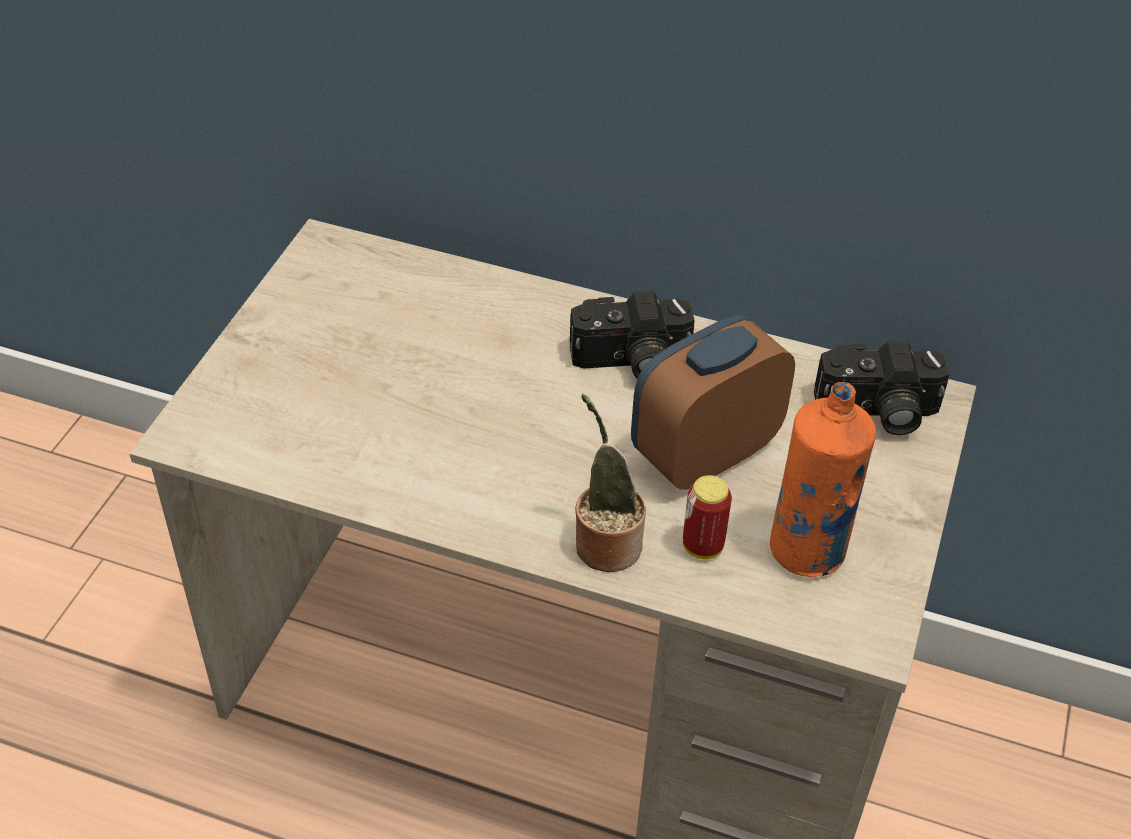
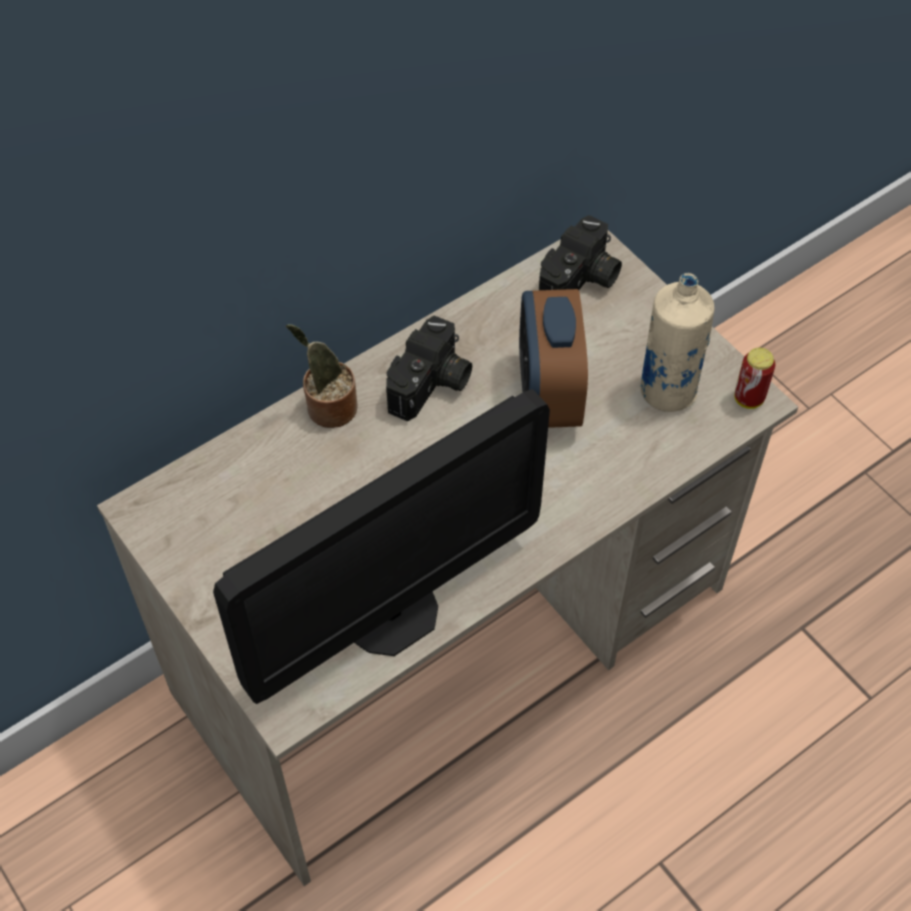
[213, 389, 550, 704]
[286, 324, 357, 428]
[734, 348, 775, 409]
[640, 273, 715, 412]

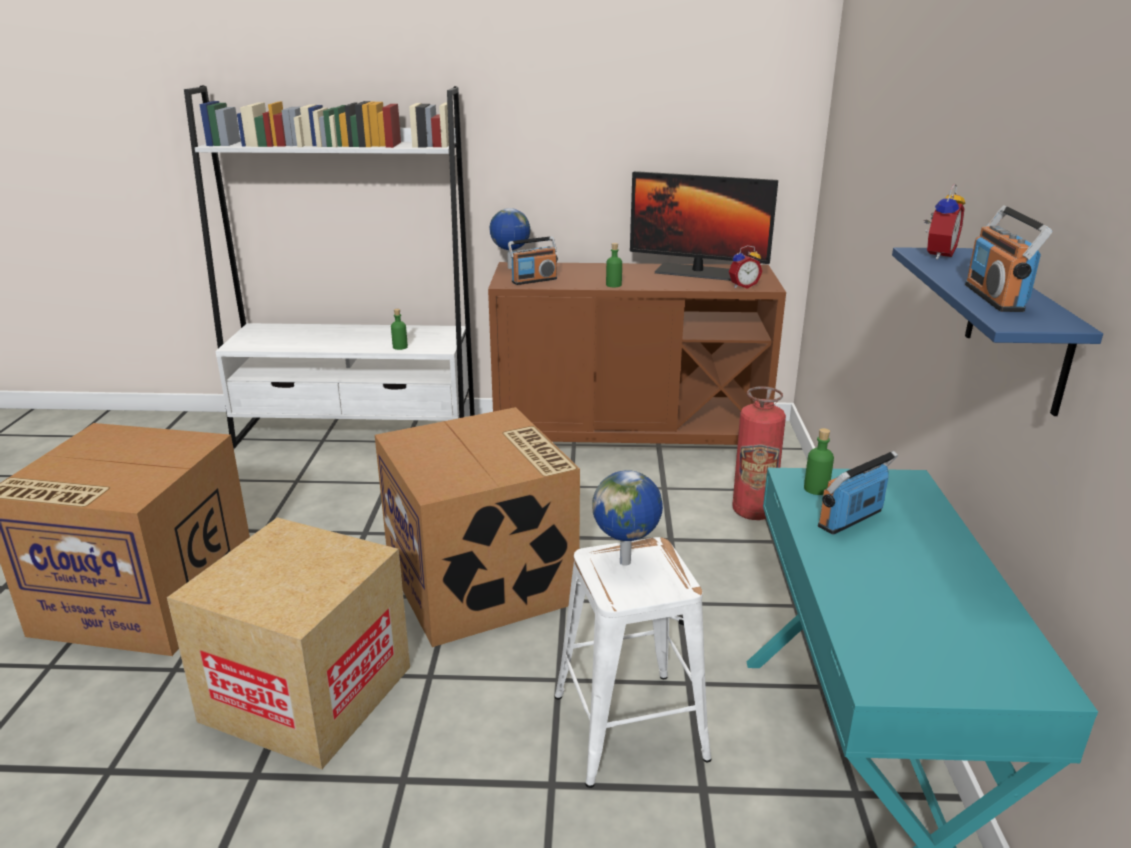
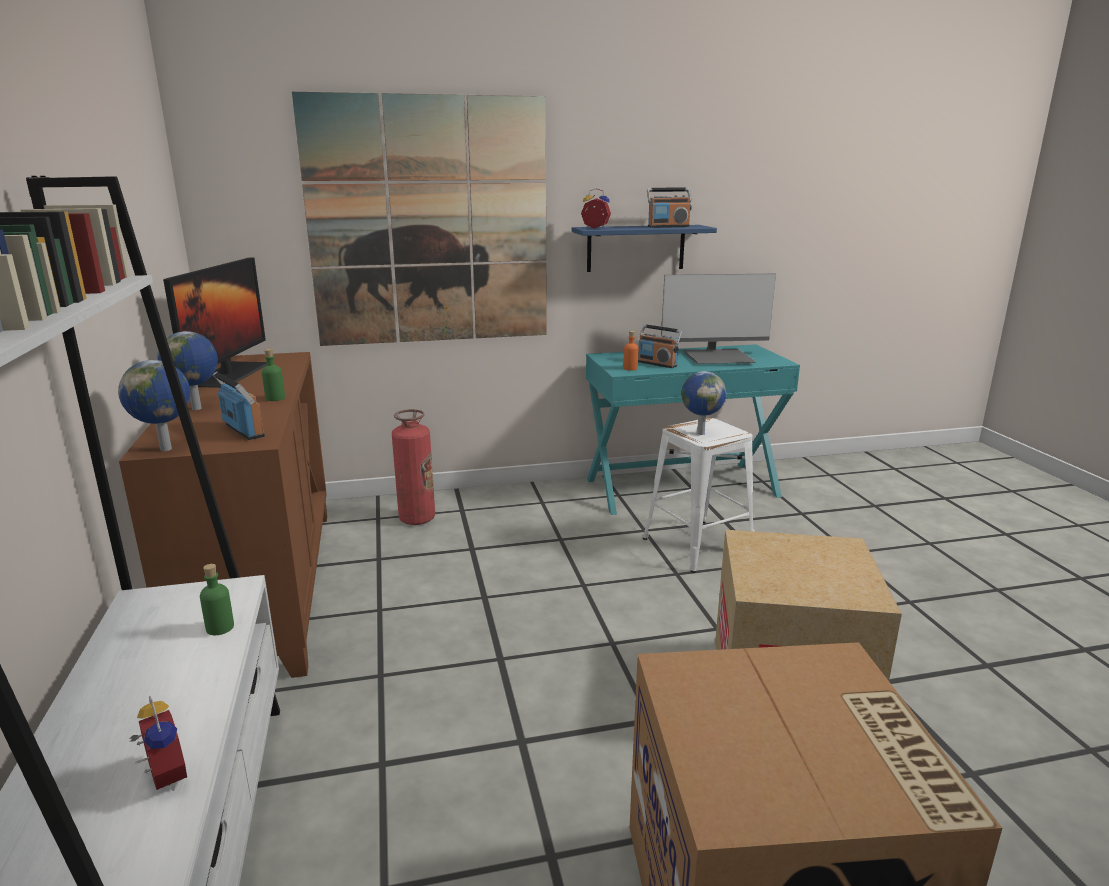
[375, 407, 580, 647] (first image)
[157, 331, 218, 410]
[292, 92, 547, 346]
[661, 274, 776, 364]
[129, 695, 187, 791]
[623, 331, 638, 371]

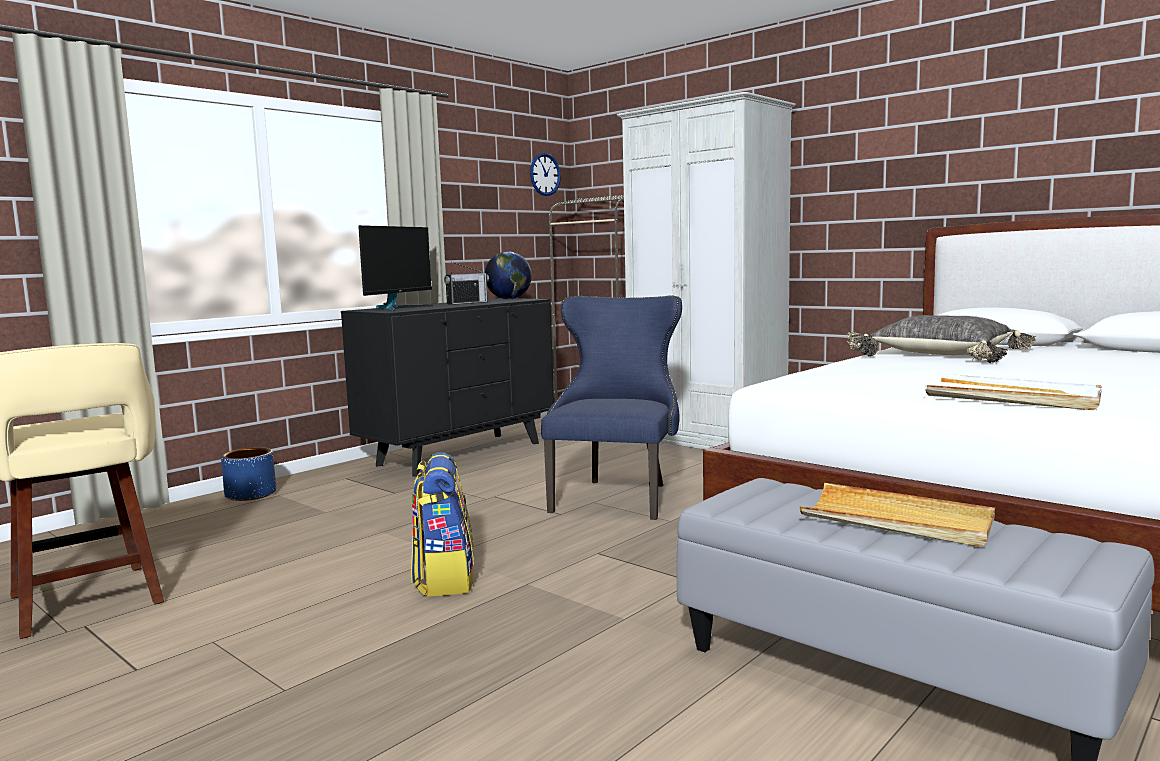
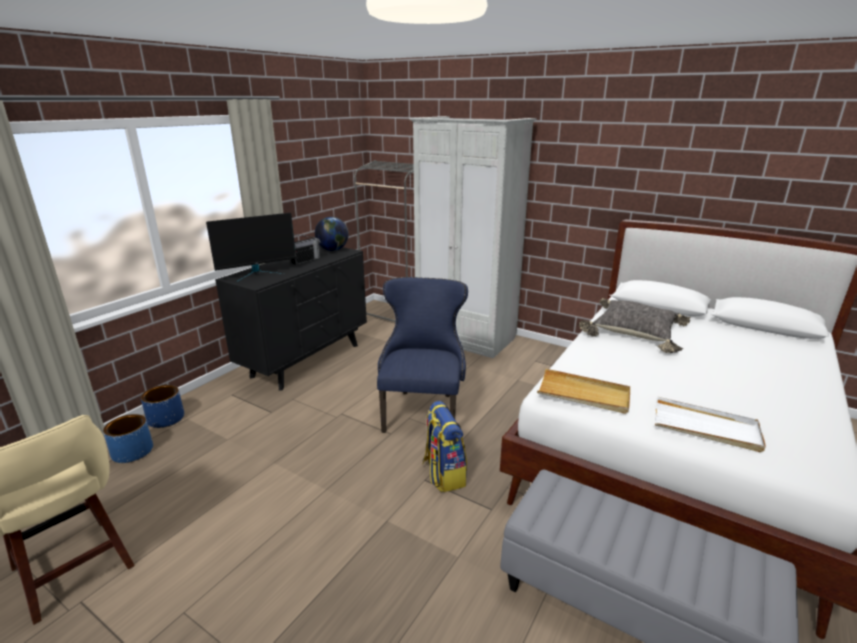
[530, 153, 561, 196] (first image)
[103, 414, 153, 463]
[422, 401, 467, 492]
[537, 368, 630, 414]
[206, 213, 296, 283]

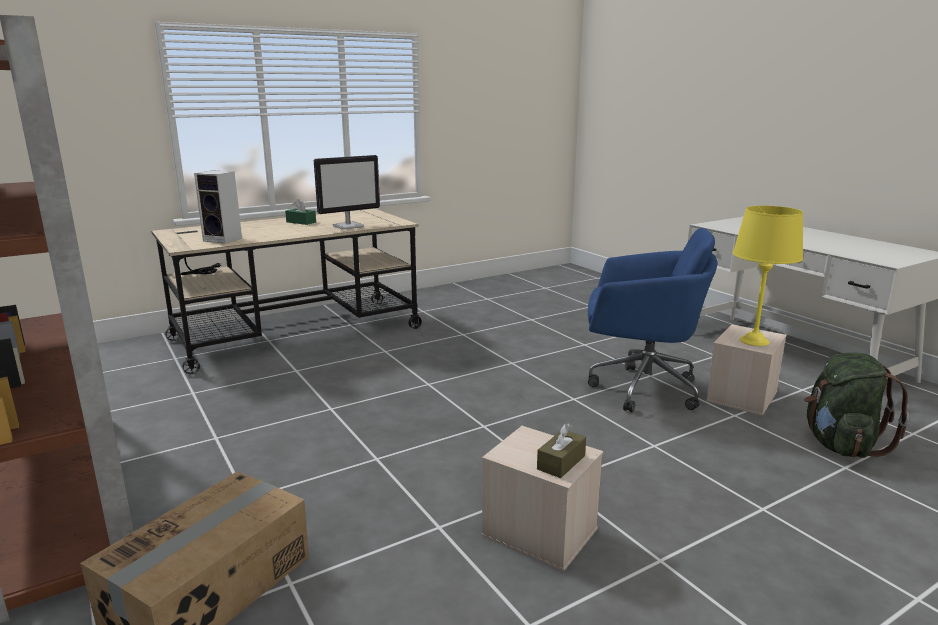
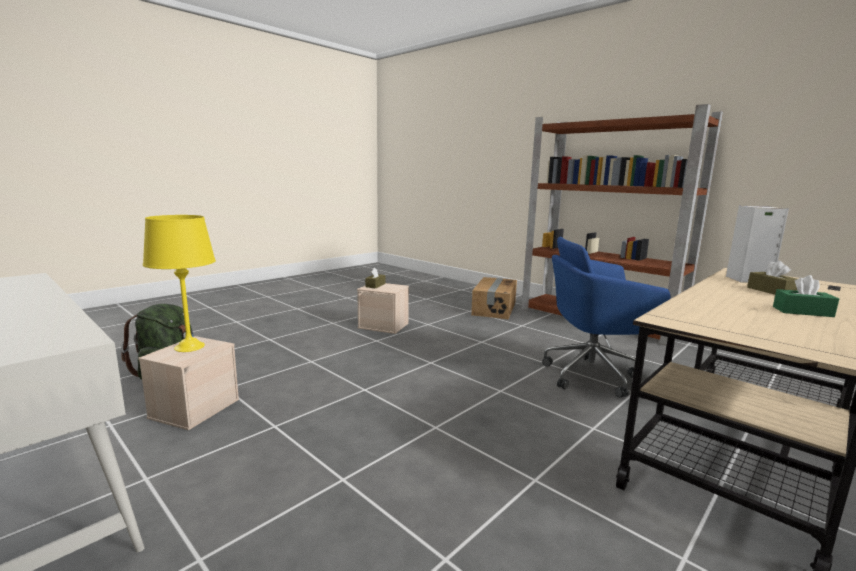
[314, 155, 380, 230] (first image)
[747, 260, 798, 295]
[542, 237, 671, 398]

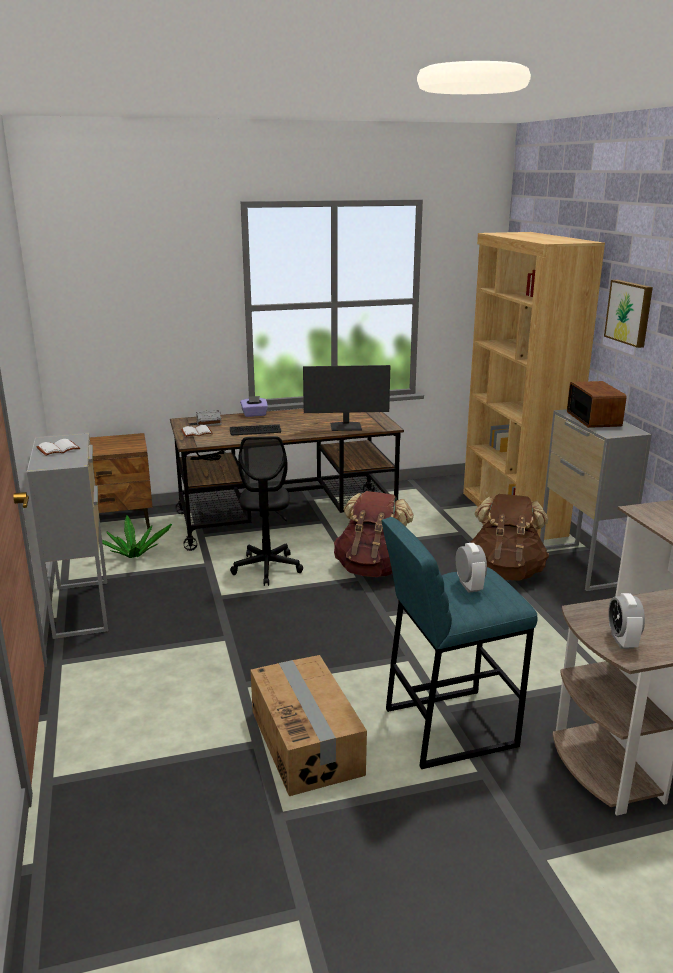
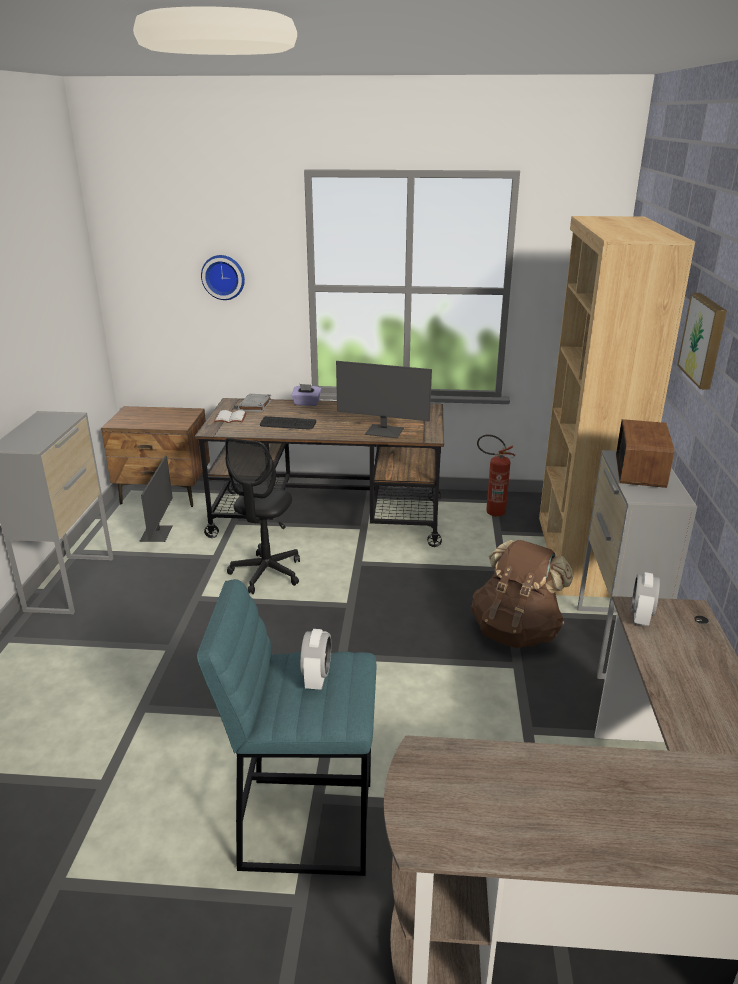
[37, 439, 80, 456] (first image)
[250, 655, 367, 796] (first image)
[334, 491, 414, 577] (first image)
[201, 255, 245, 300]
[477, 435, 515, 517]
[632, 572, 660, 626]
[140, 456, 173, 542]

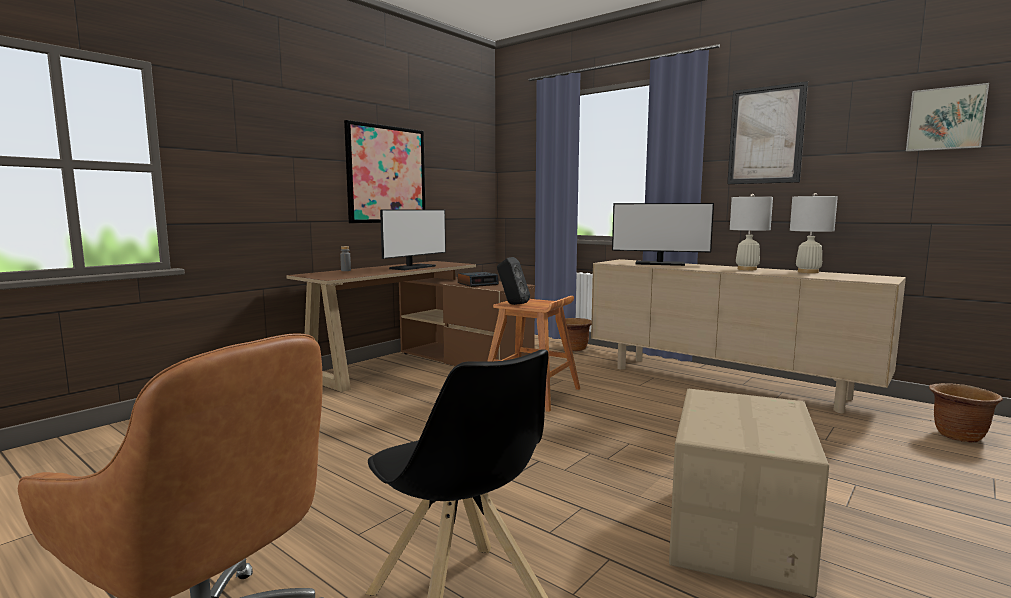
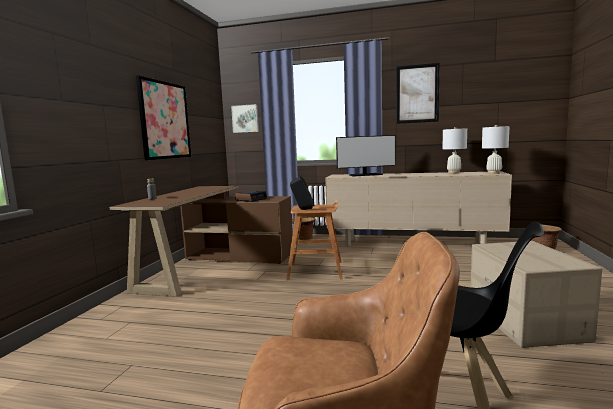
[380, 209, 446, 270] (first image)
[482, 125, 509, 174]
[231, 104, 259, 133]

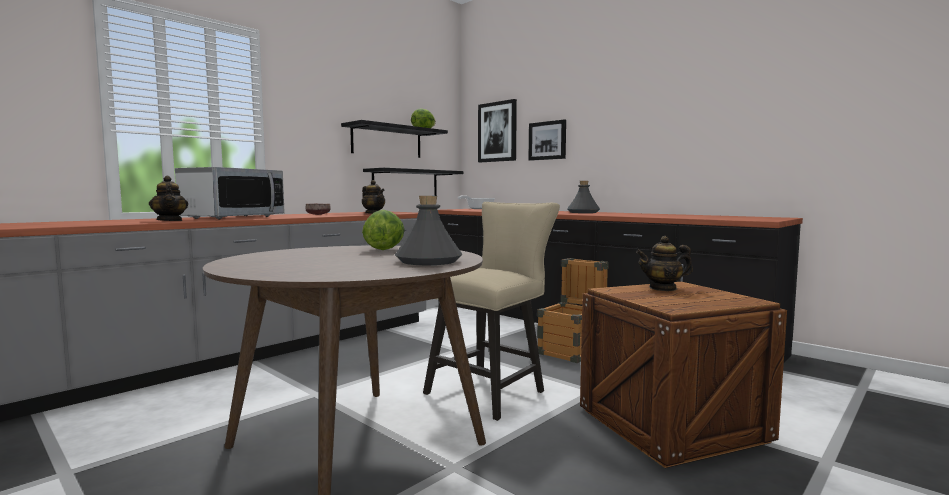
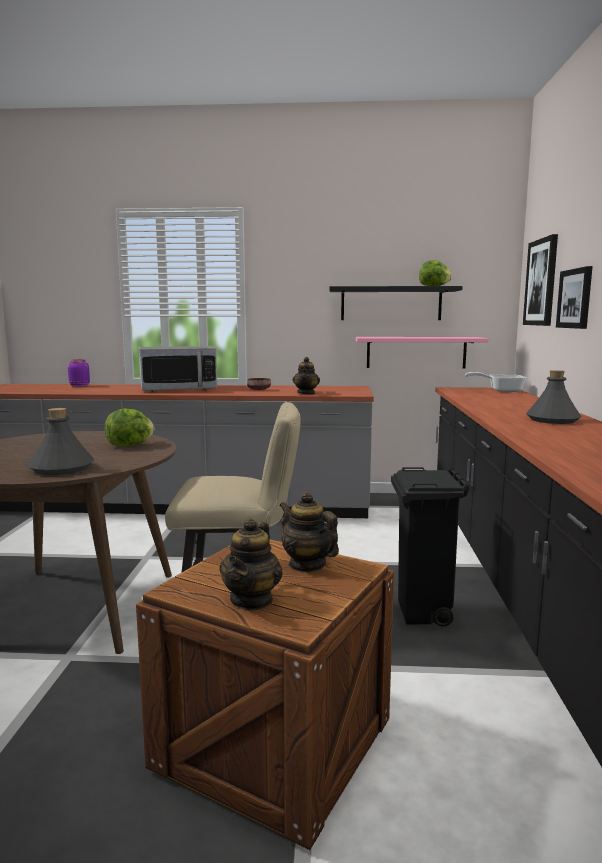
[68, 359, 90, 387]
[219, 518, 283, 610]
[391, 467, 469, 627]
[356, 337, 489, 368]

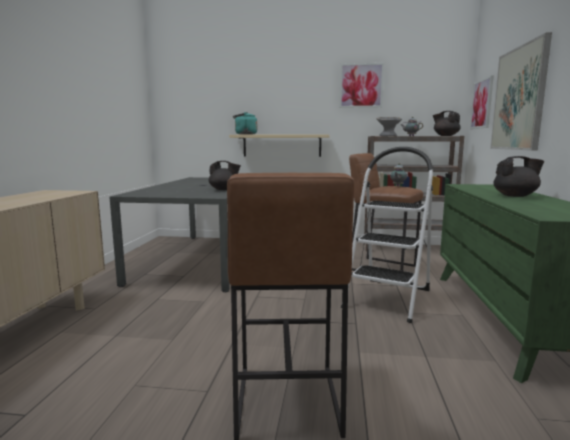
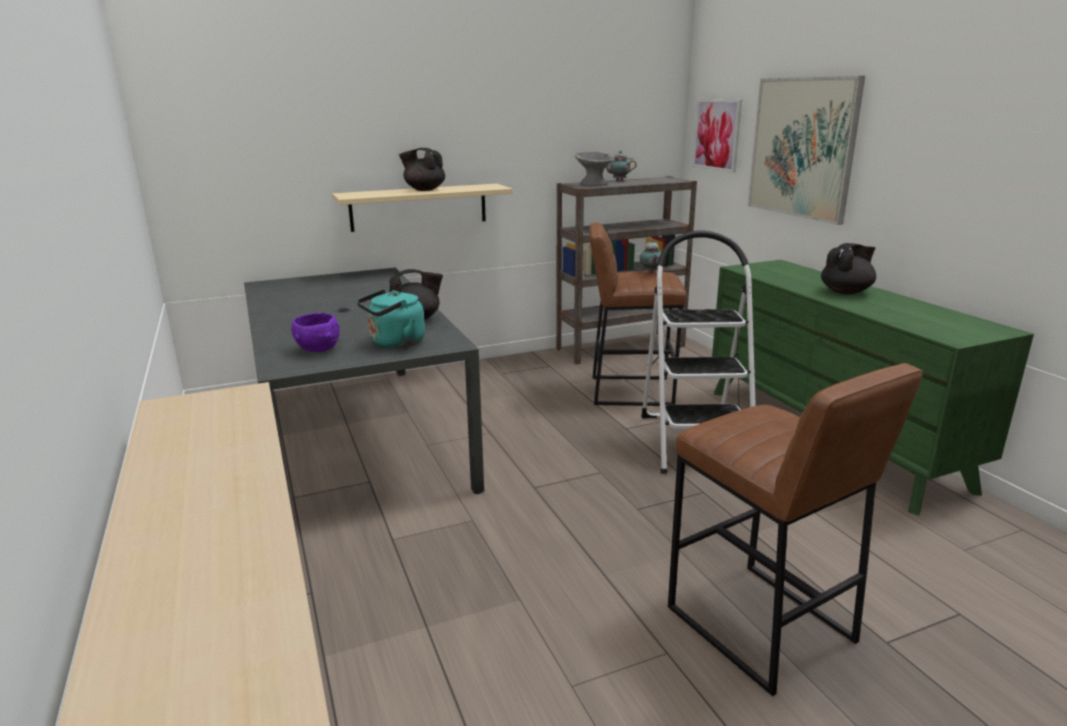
[339, 63, 384, 108] (first image)
[291, 313, 340, 352]
[357, 289, 425, 349]
[399, 148, 445, 191]

